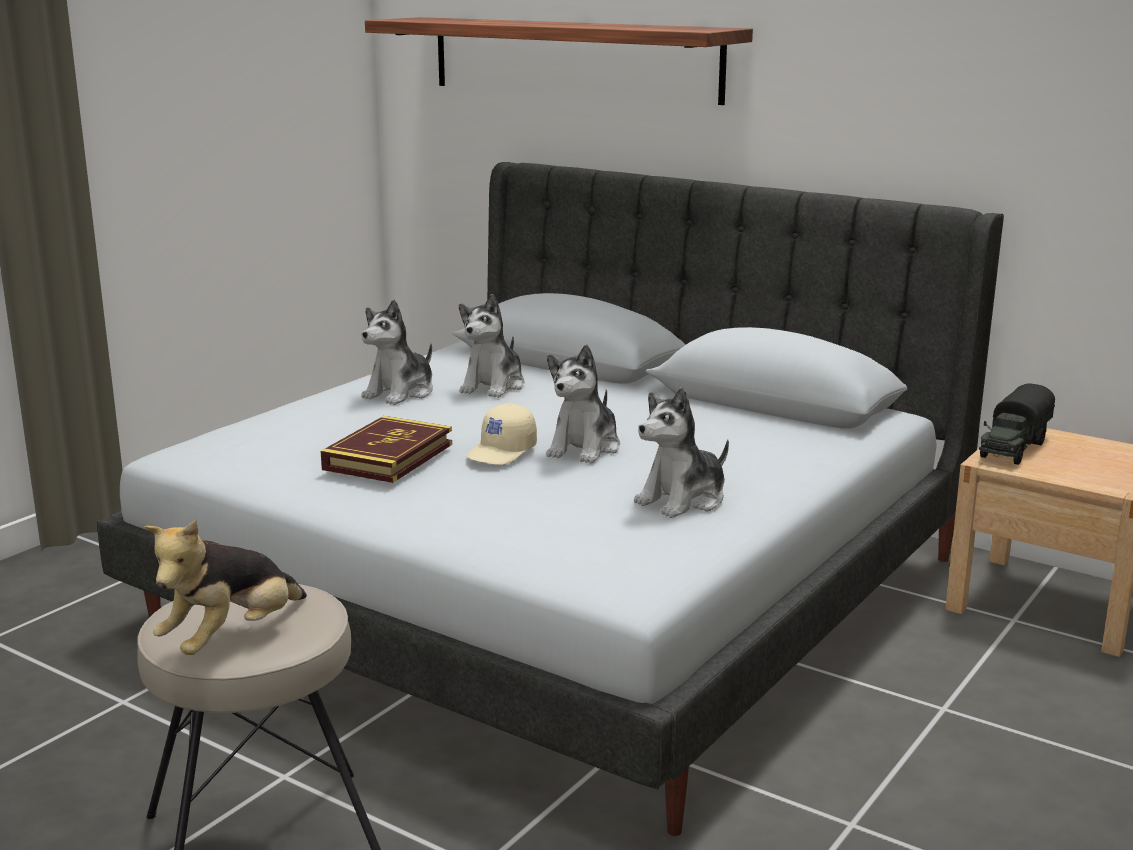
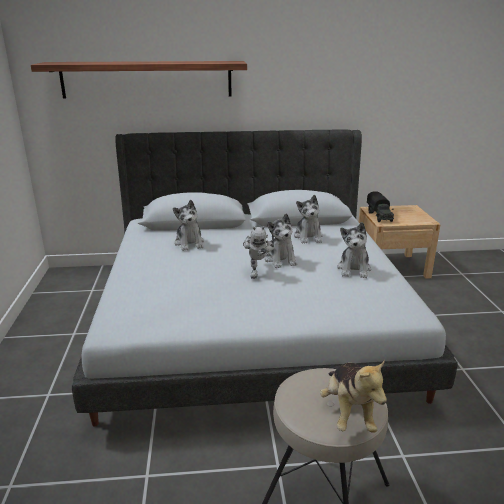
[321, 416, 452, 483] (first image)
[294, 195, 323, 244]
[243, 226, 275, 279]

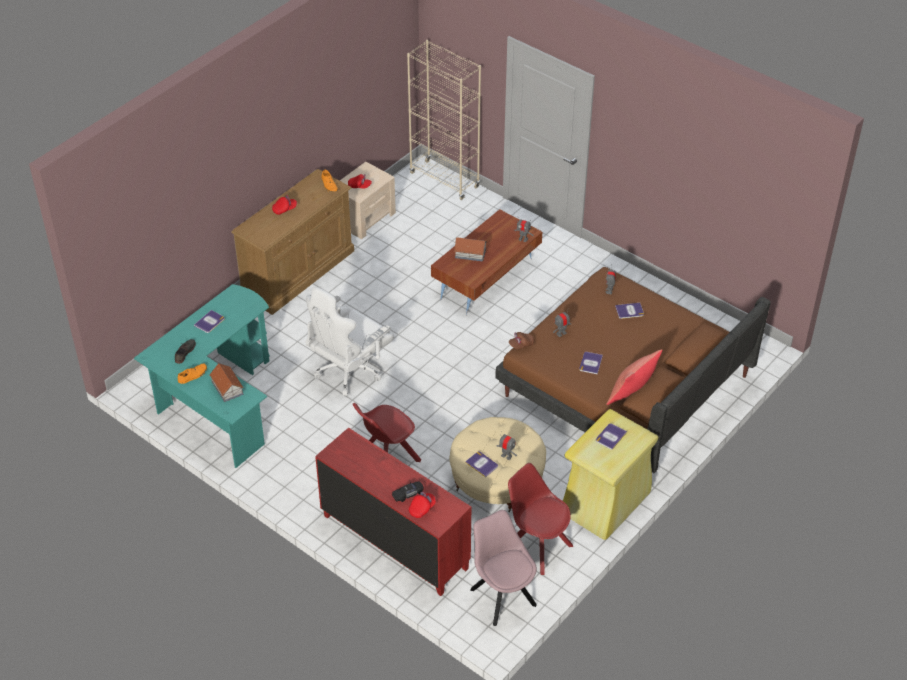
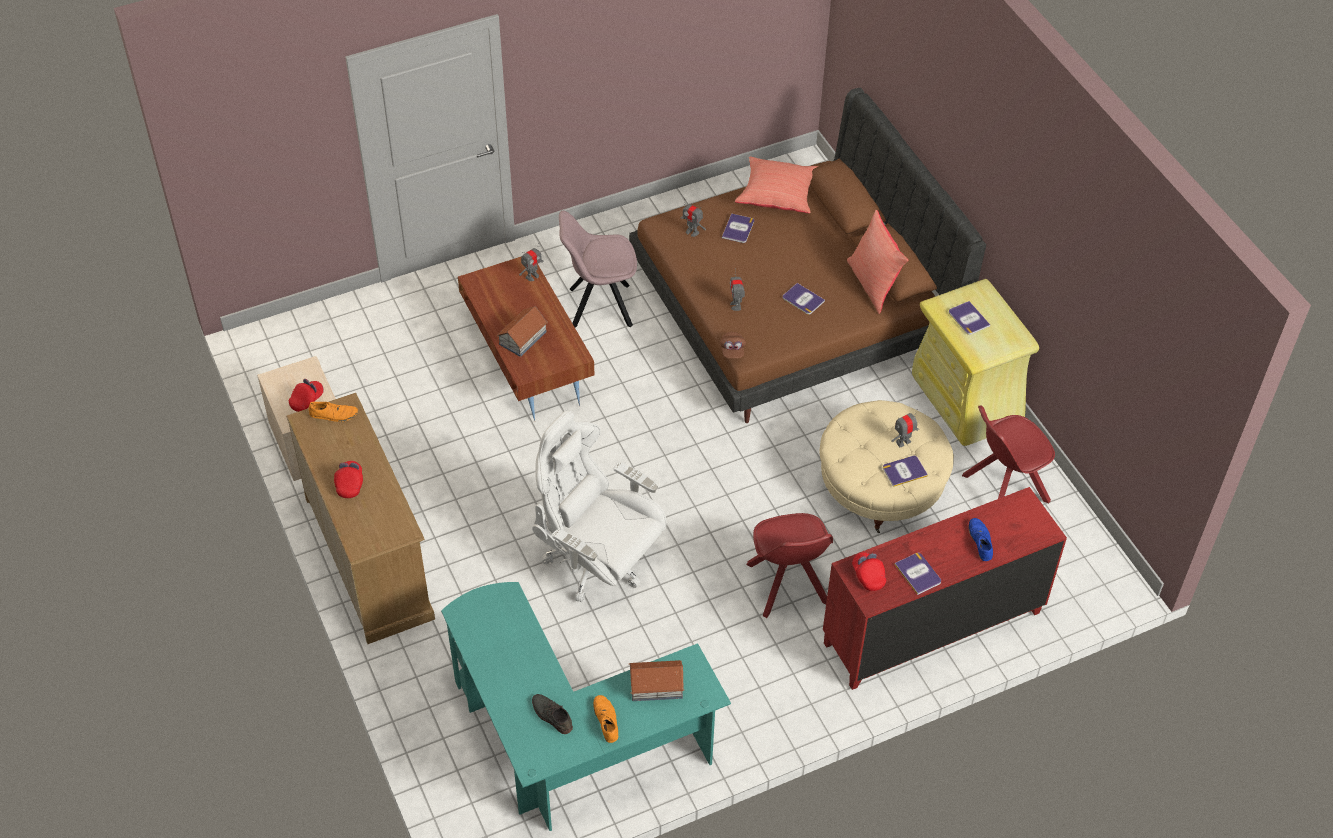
[407, 40, 481, 200] (first image)
[735, 156, 819, 213]
[895, 553, 941, 595]
[852, 552, 886, 591]
[559, 211, 637, 328]
[969, 518, 993, 561]
[532, 411, 667, 602]

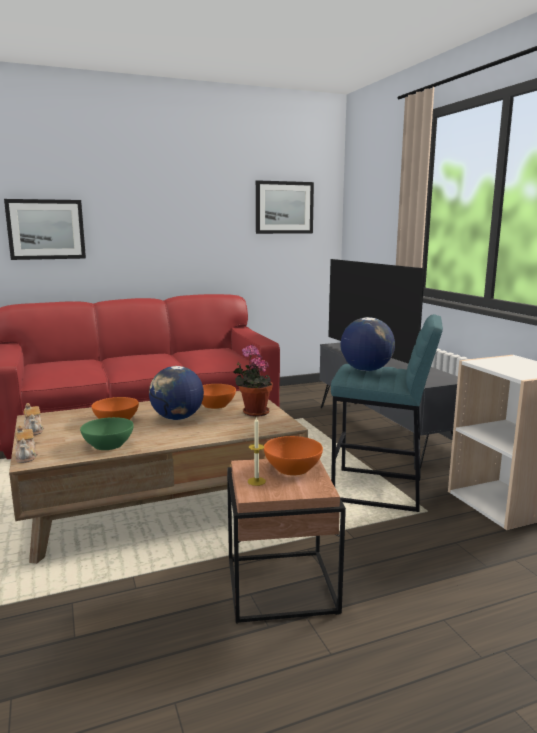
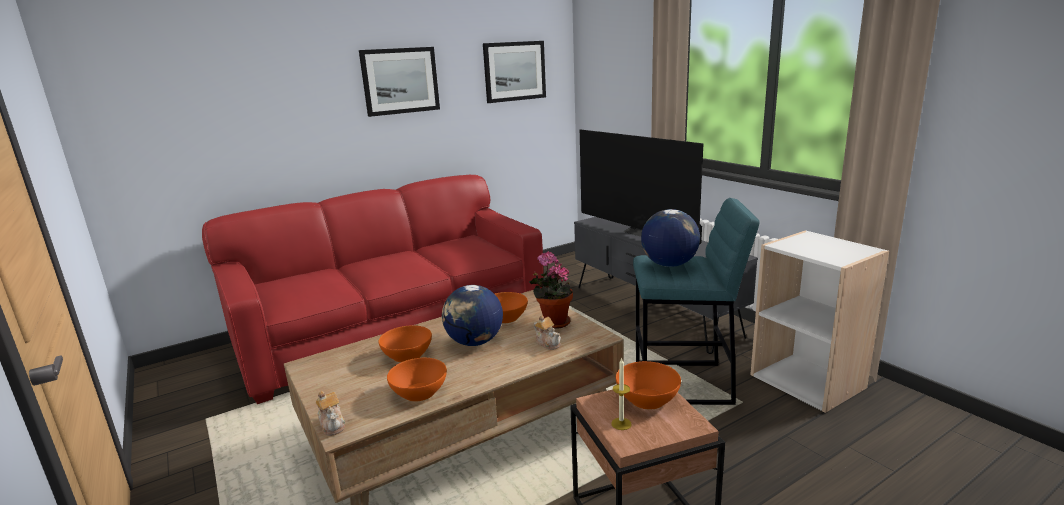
[359, 47, 440, 117]
[534, 315, 561, 350]
[387, 358, 447, 402]

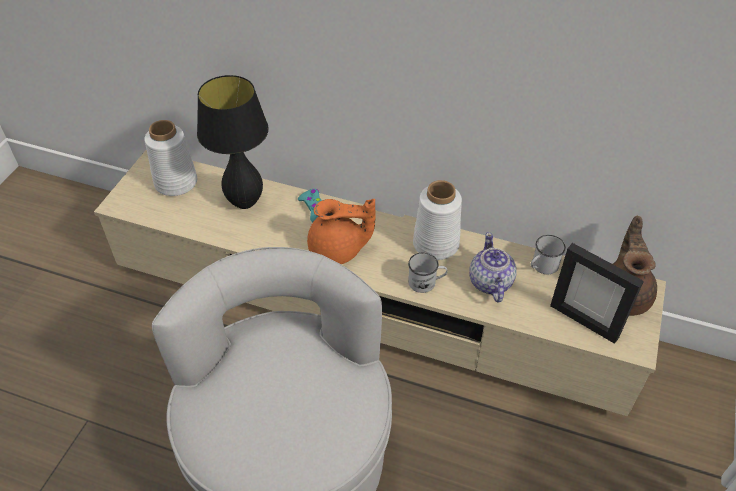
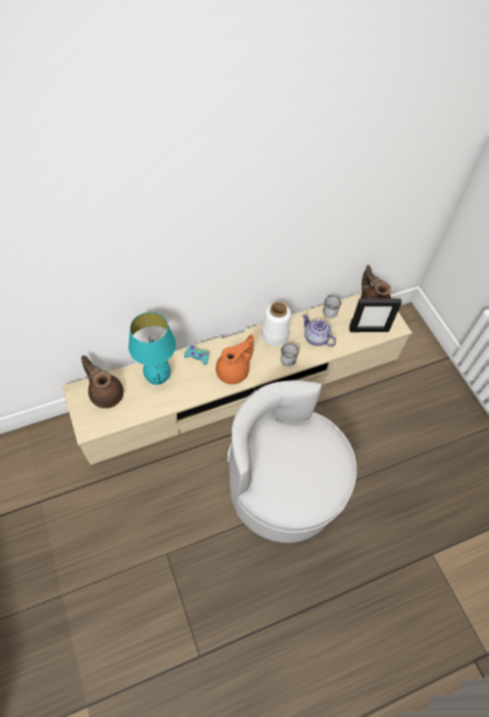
[81, 355, 124, 408]
[128, 312, 176, 385]

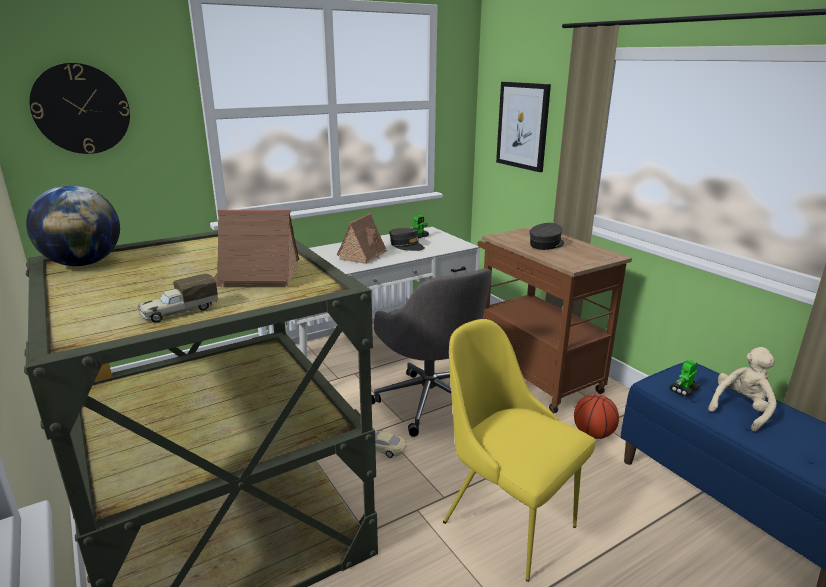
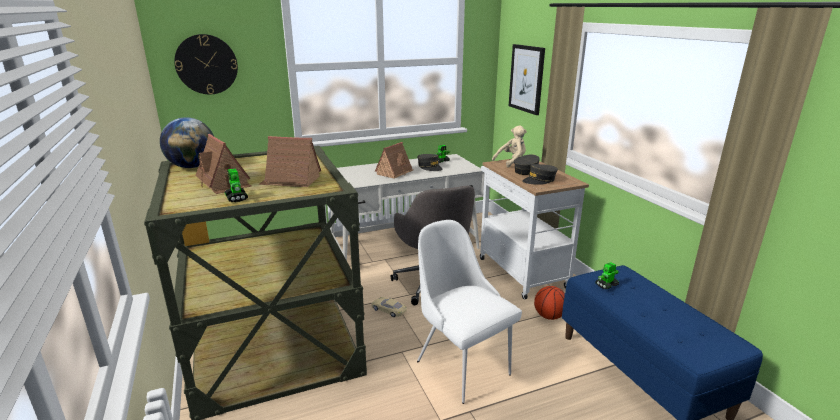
[196, 134, 252, 194]
[522, 164, 558, 185]
[492, 125, 527, 167]
[225, 168, 248, 202]
[417, 220, 522, 404]
[480, 159, 589, 299]

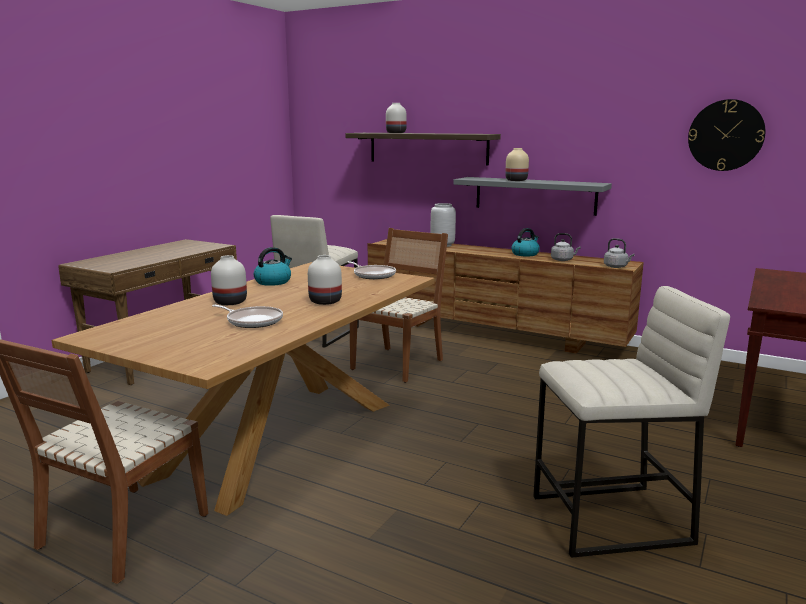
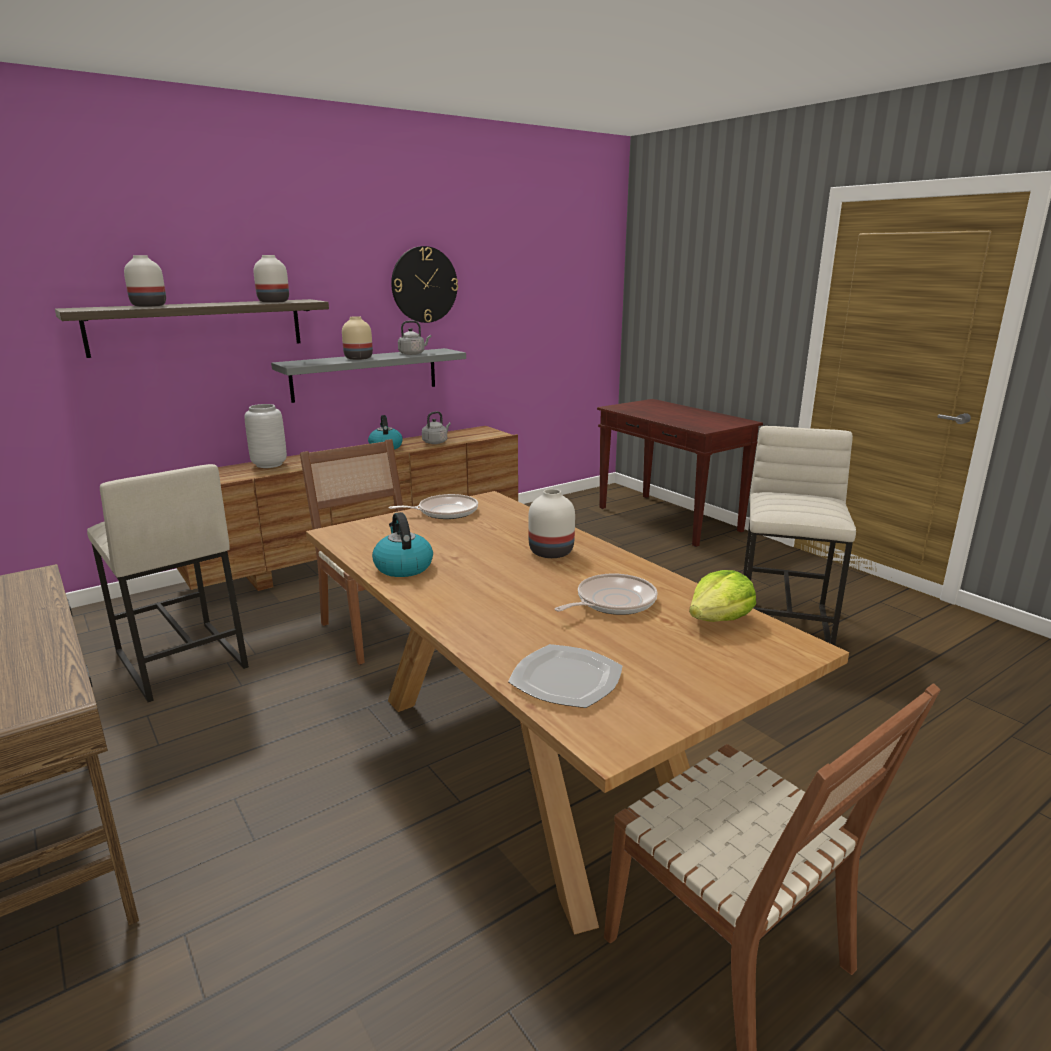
[508, 644, 622, 708]
[689, 570, 756, 622]
[254, 255, 289, 303]
[398, 321, 431, 355]
[391, 246, 458, 323]

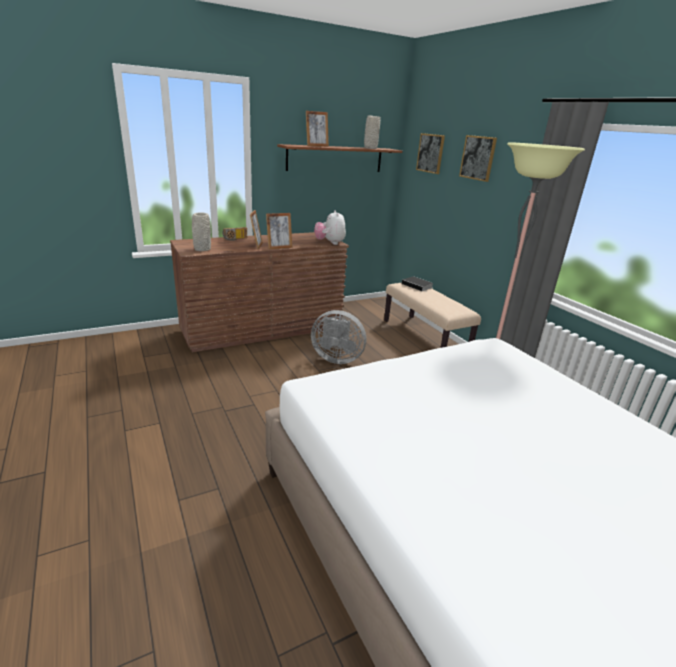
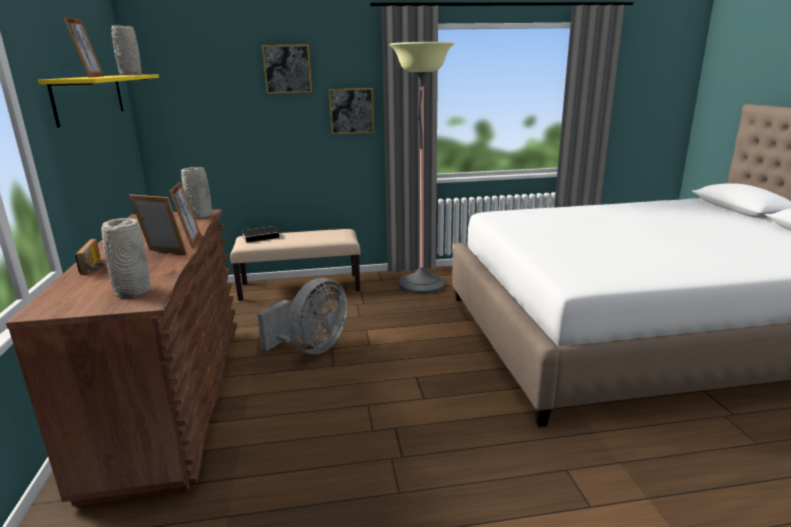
[329, 88, 374, 134]
[181, 167, 212, 218]
[38, 75, 159, 128]

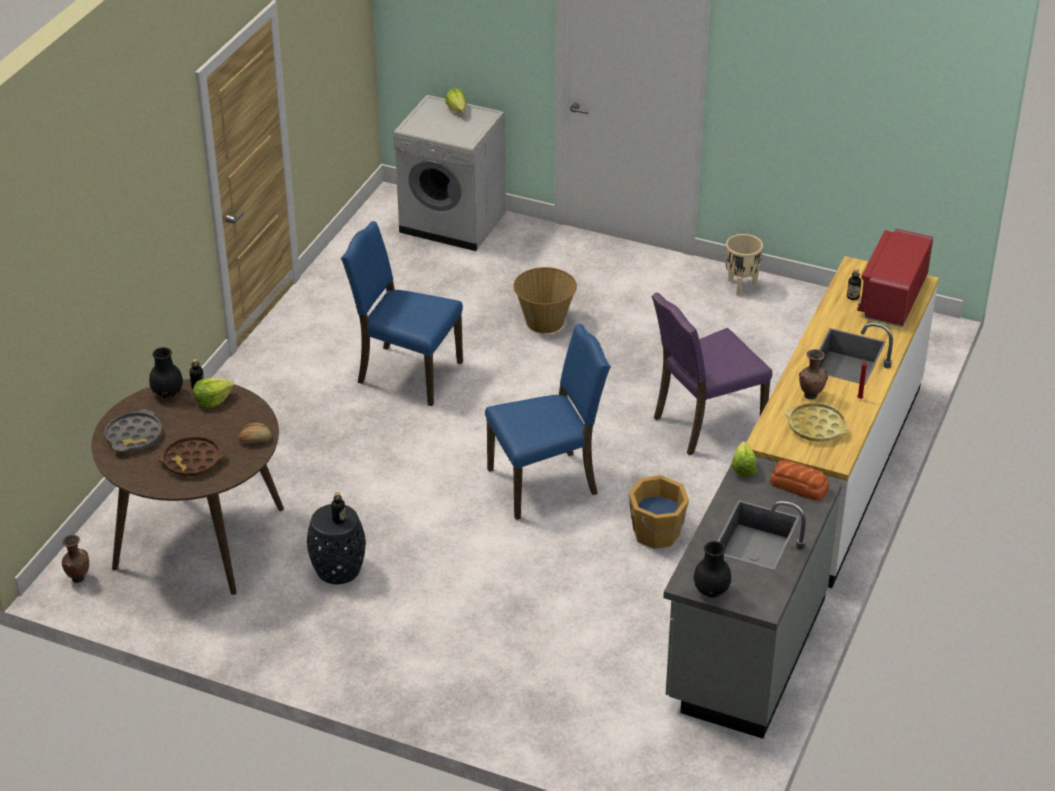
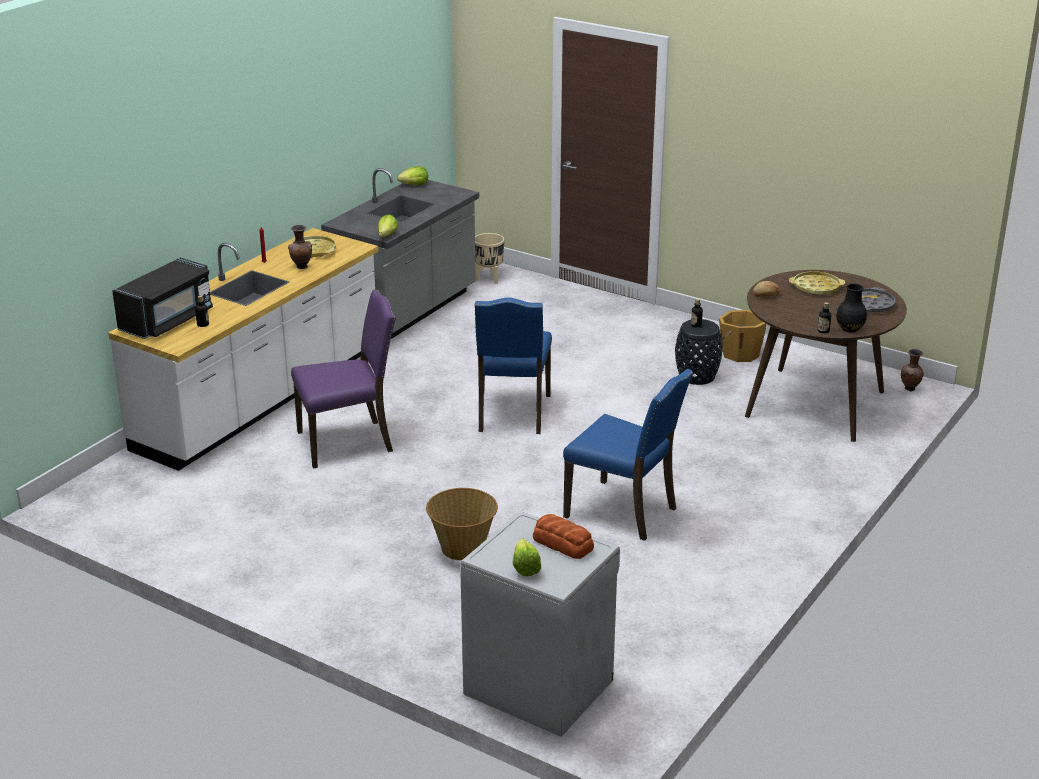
[694, 541, 731, 598] (first image)
[397, 166, 428, 185]
[719, 310, 766, 362]
[475, 233, 504, 284]
[533, 514, 594, 559]
[789, 271, 845, 295]
[112, 258, 213, 339]
[475, 297, 552, 434]

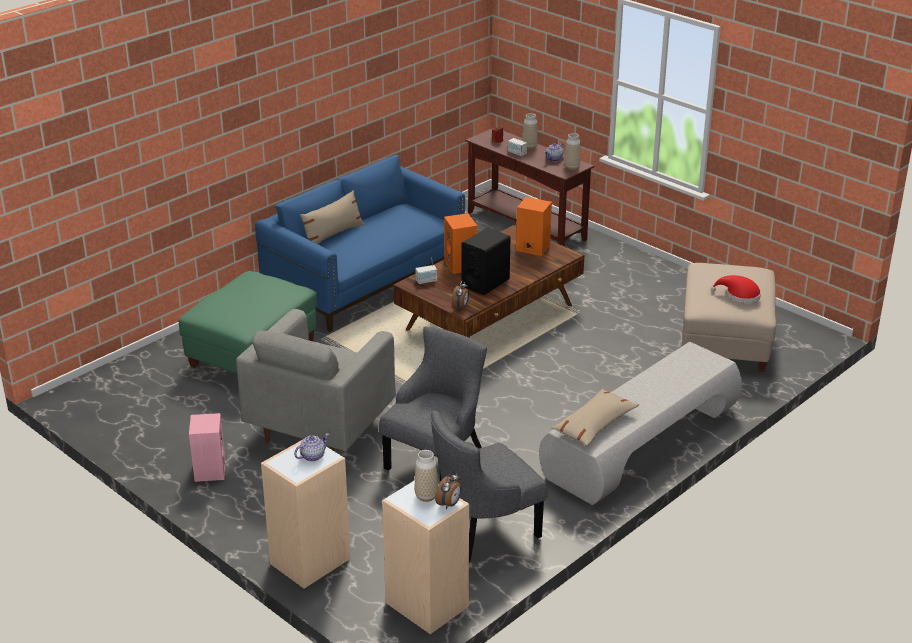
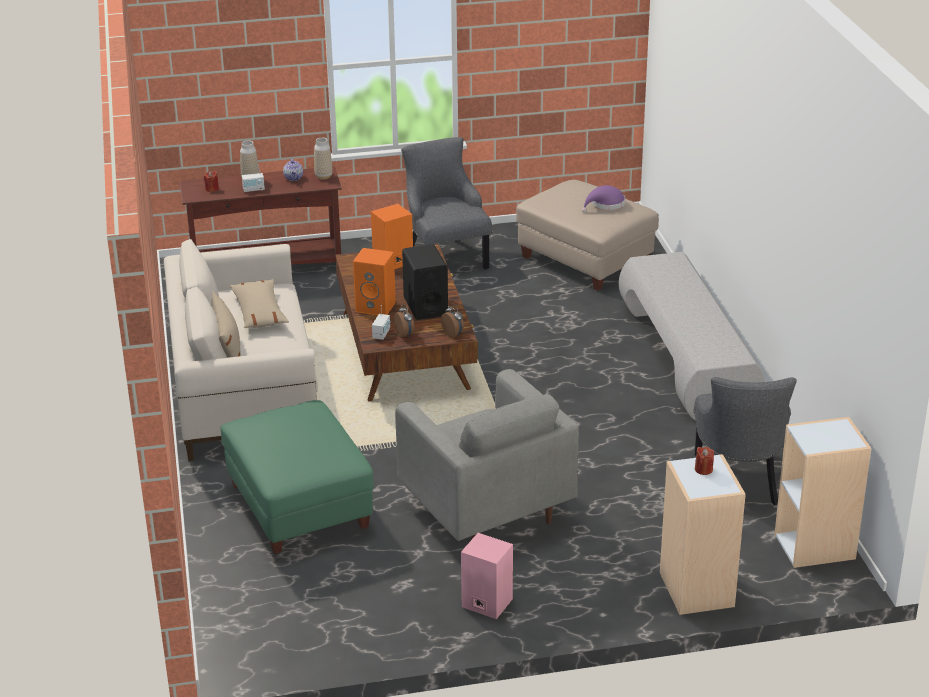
[415, 450, 438, 502] (first image)
[401, 137, 493, 270]
[394, 304, 415, 338]
[230, 279, 289, 328]
[695, 447, 714, 475]
[164, 239, 318, 461]
[582, 185, 625, 212]

